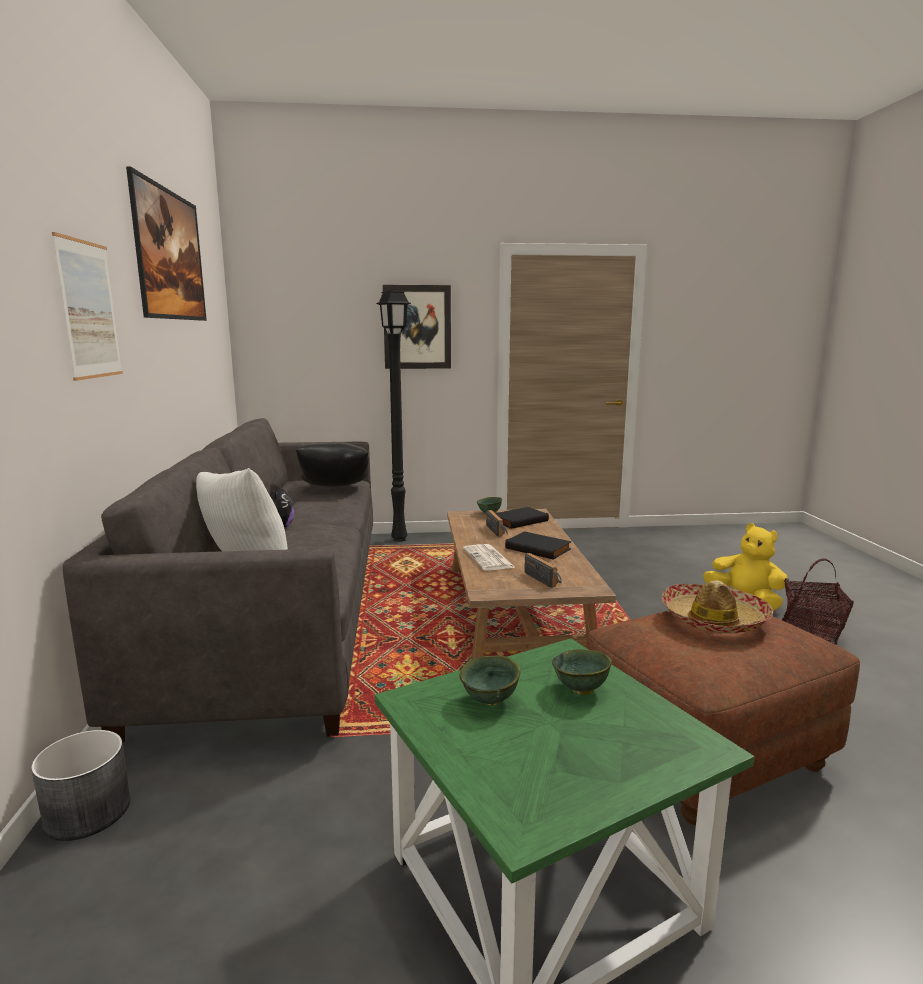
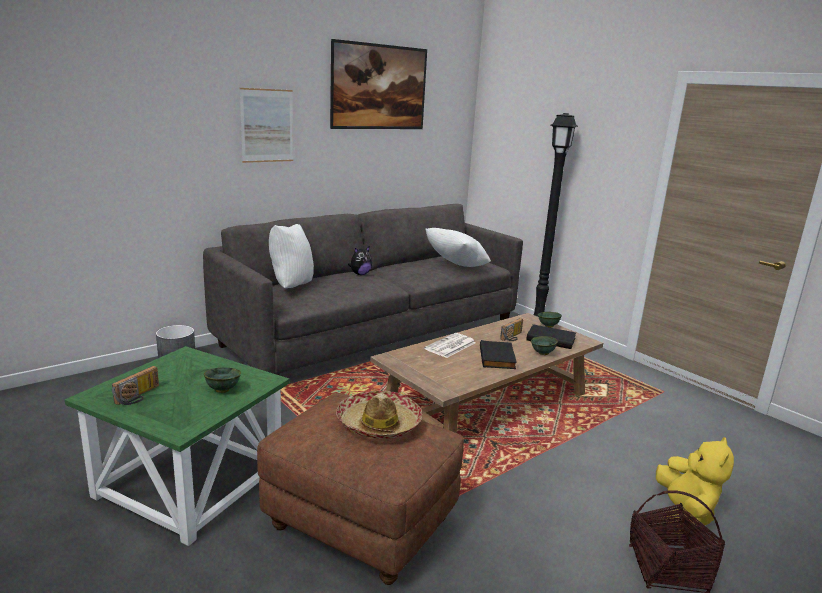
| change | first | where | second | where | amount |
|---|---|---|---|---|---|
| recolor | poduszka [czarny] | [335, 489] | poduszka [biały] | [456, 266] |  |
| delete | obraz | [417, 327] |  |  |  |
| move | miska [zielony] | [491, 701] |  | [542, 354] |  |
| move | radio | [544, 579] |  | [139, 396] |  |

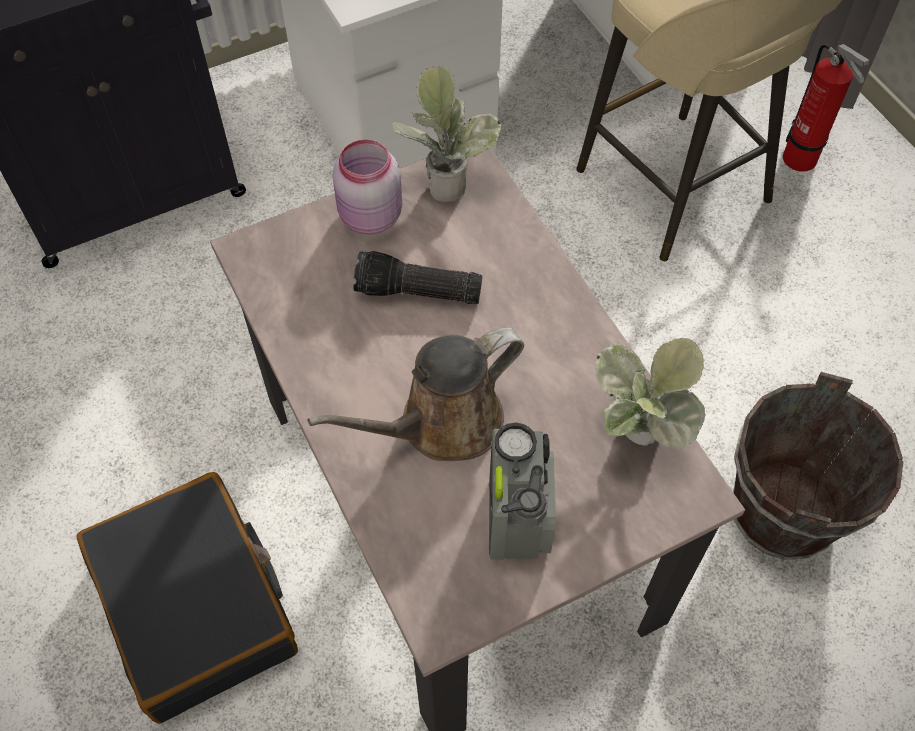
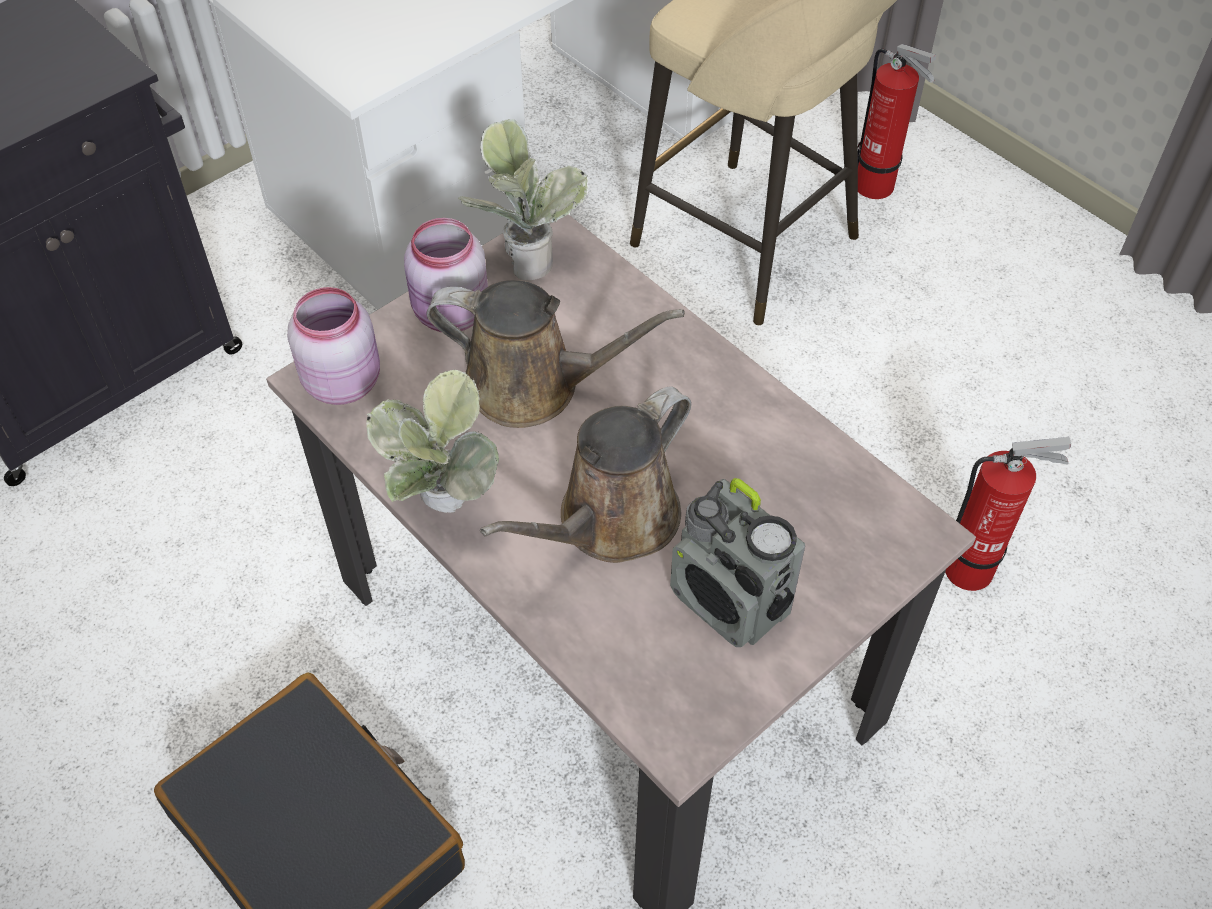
| change | first | where | second | where | amount |
|---|---|---|---|---|---|
| replace | latarka | [417, 293] | konewka [brązowy] | [533, 385] |  |
| rotate | radio | [518, 517] |  | [730, 603] | 150 degrees clockwise |
| move | roślina doniczkowa | [634, 440] |  | [443, 510] |  |
| replace | wiadro [brązowy] | [783, 513] | gaśnica | [975, 570] |  |
| insert |  |  | słoik [różowy] | [342, 380] |  |

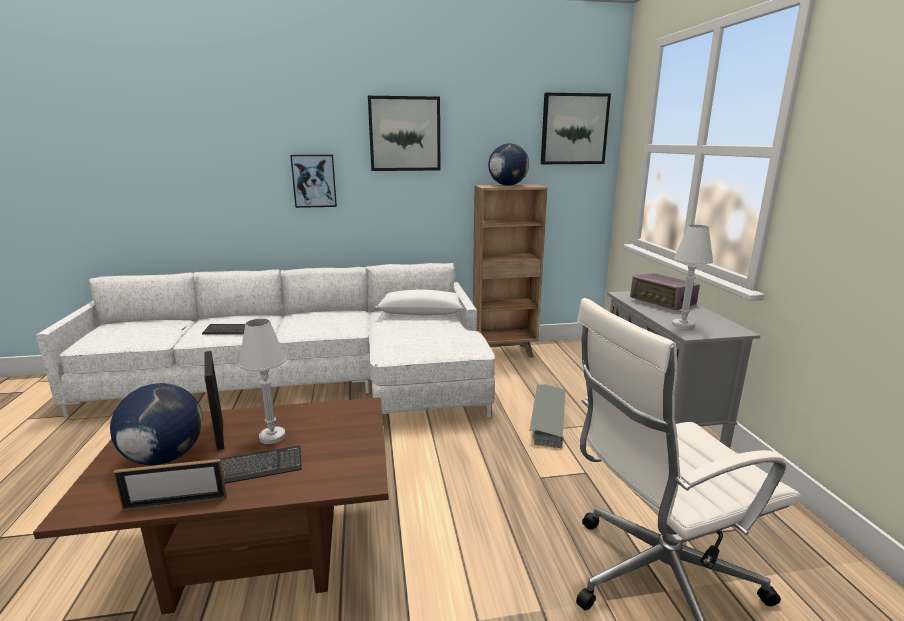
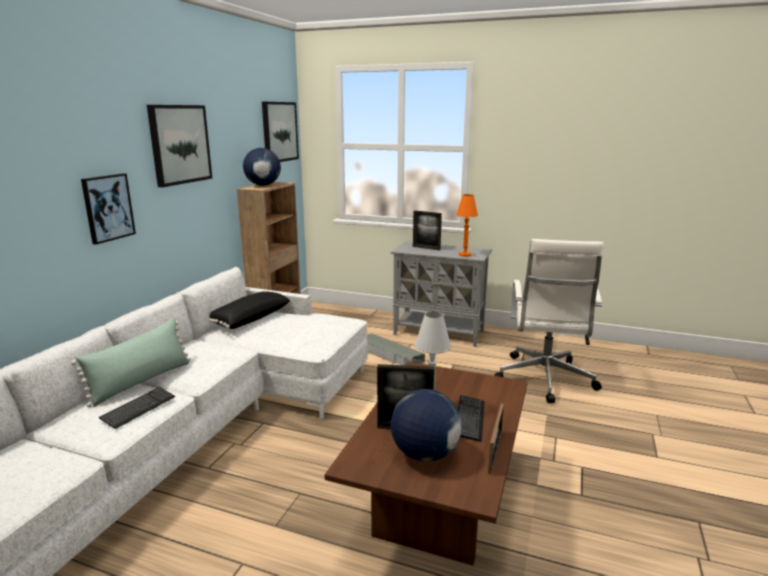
| change | first | where | second | where | amount |
|---|---|---|---|---|---|
| recolor | poduszka [biały] | [422, 313] | poduszka [czarny] | [249, 319] |  |
| replace | radio | [662, 302] | ramka na zdjęcie | [426, 248] |  |
| recolor | lampa stołowa [biały] | [683, 325] | lampa stołowa [pomarańczowy] | [465, 255] |  |
| insert |  |  | poduszka [zielony] | [141, 381] |  |

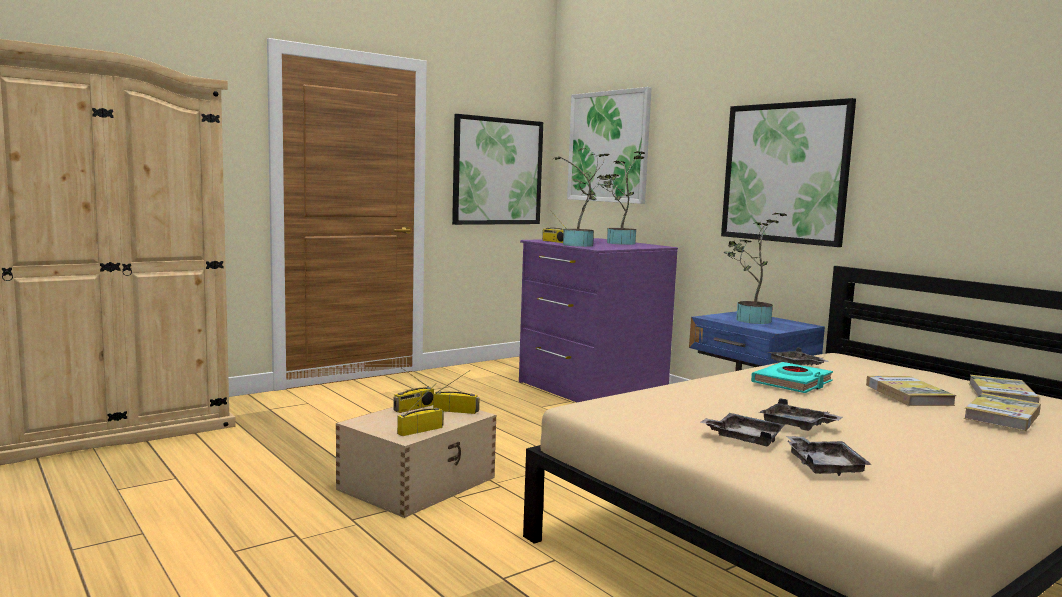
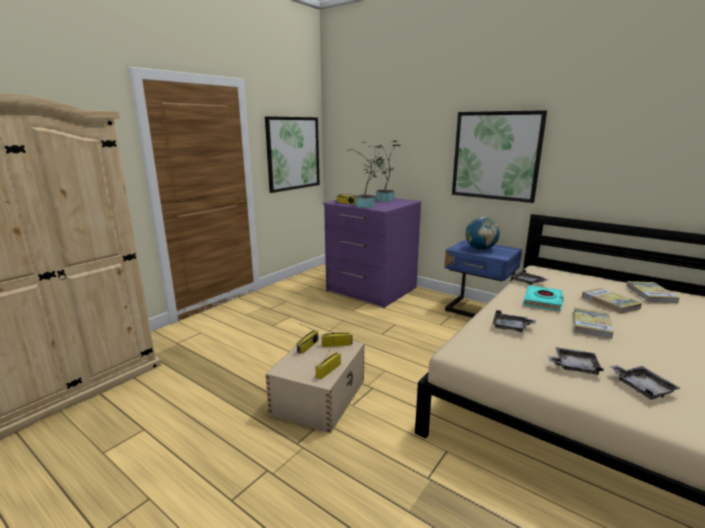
| change | first | where | second | where | amount |
|---|---|---|---|---|---|
| delete | obraz | [608, 147] |  |  |  |
| replace | roślina doniczkowa | [750, 321] | globus | [480, 249] |  |
| move | taca [szary] | [796, 426] |  | [511, 327] |  |
| move | książka | [1002, 416] |  | [591, 325] |  |

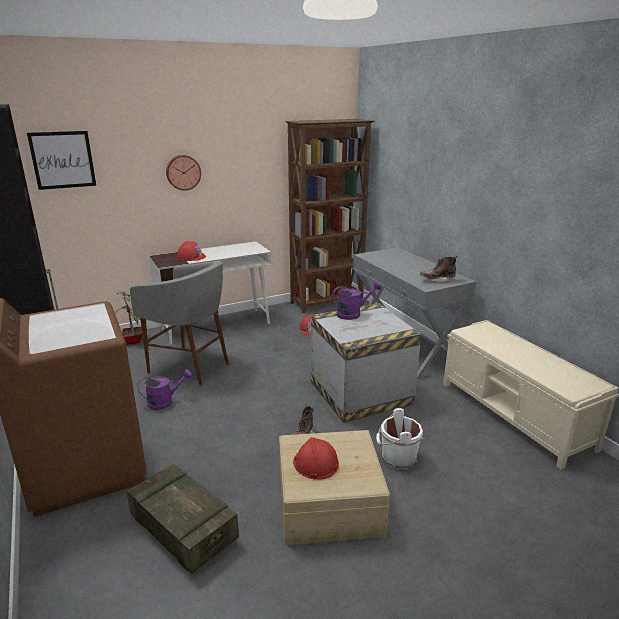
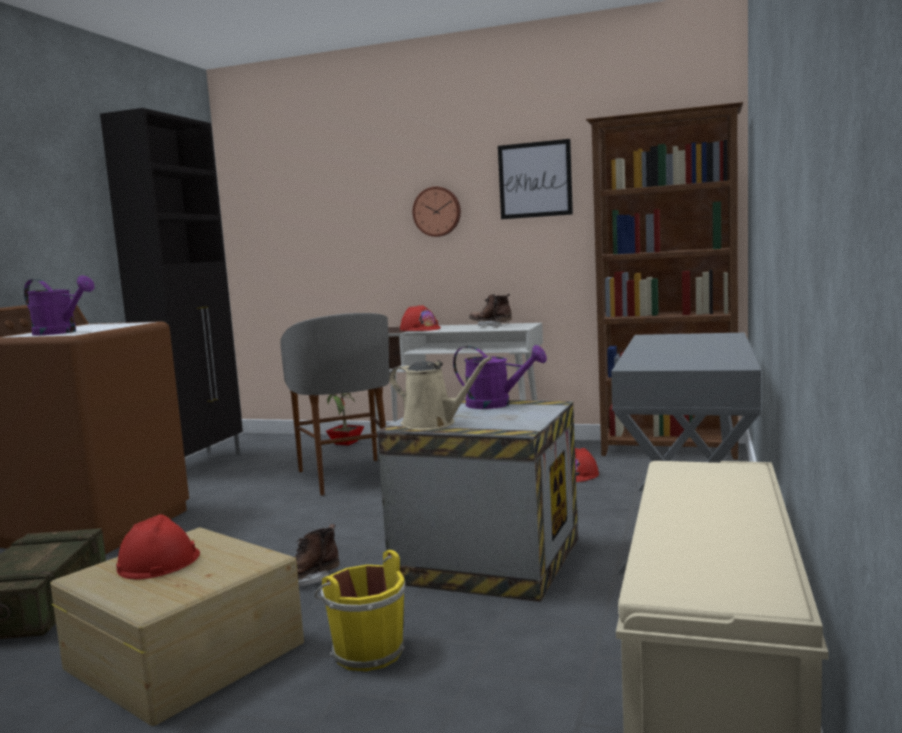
| change | first | where | second | where | amount |
|---|---|---|---|---|---|
| move | obraz | [62, 160] |  | [535, 180] |  |
| move | konewka [fioletowy] | [165, 402] |  | [61, 332] |  |
| recolor | wiadro [biały] | [397, 458] | wiadro [żółty] | [365, 652] |  |
| move | but z cholewką [brązowy] | [437, 280] |  | [490, 326] |  |
| insert |  |  | konewka [beżowy] | [433, 424] |  |

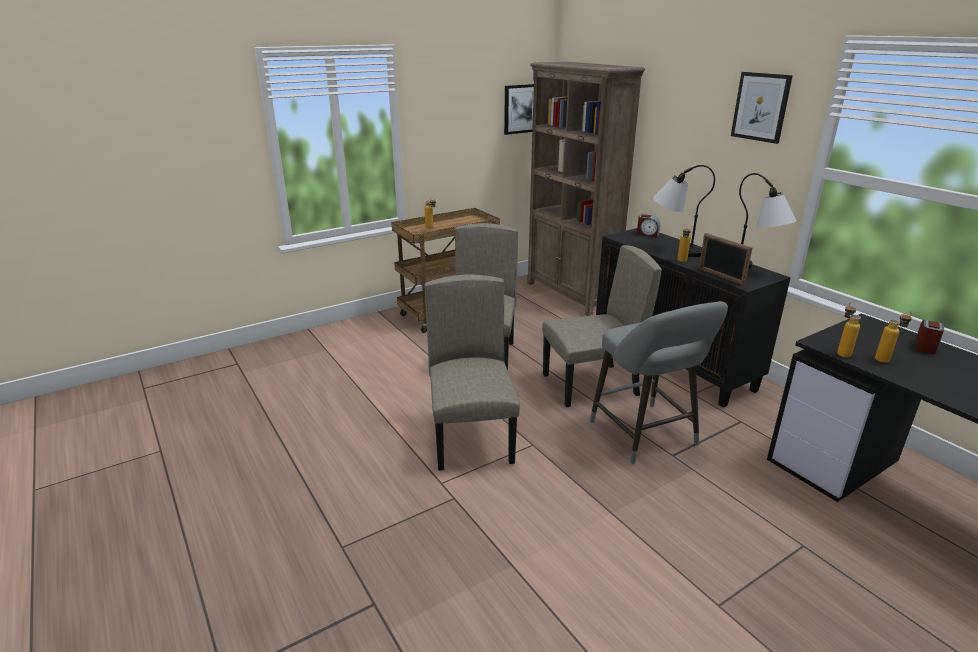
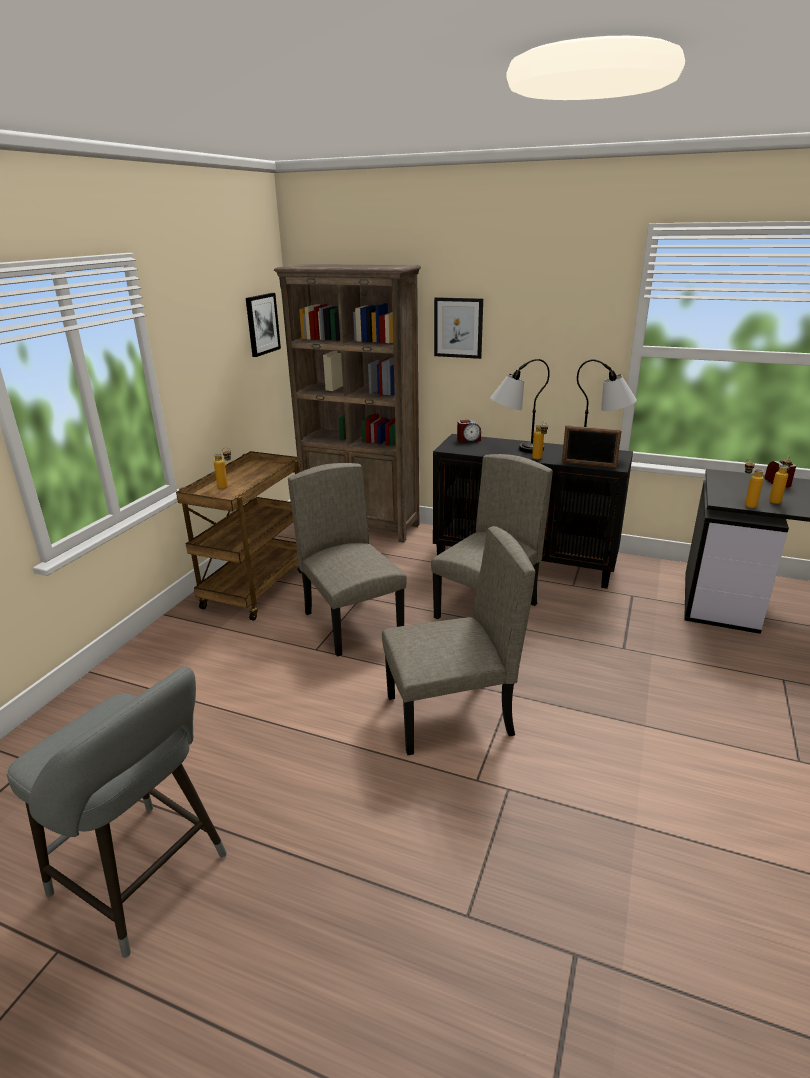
| change | first | where | second | where | amount |
|---|---|---|---|---|---|
| rotate | krzesło [beżowy] | [472, 439] |  | [449, 716] | 120 degrees clockwise |
| move | stołek [szary] | [646, 436] |  | [146, 879] |  |
| move | obraz | [760, 107] |  | [458, 327] |  |

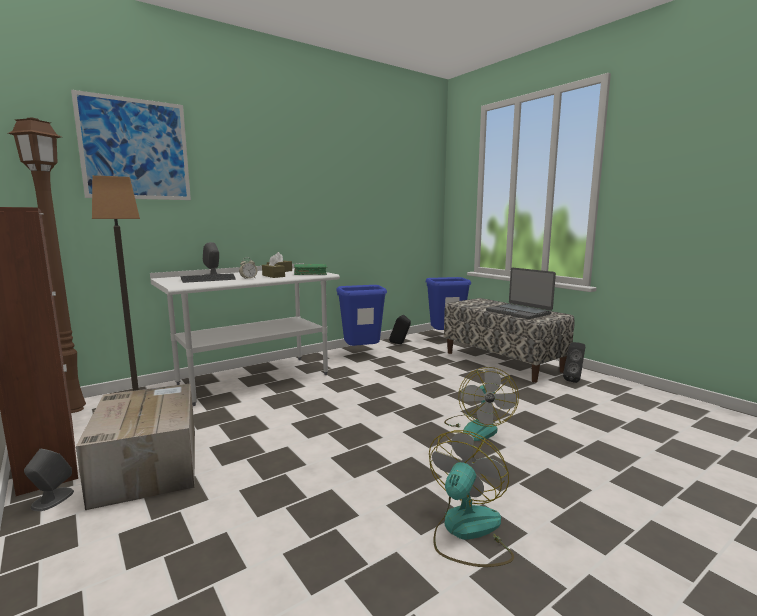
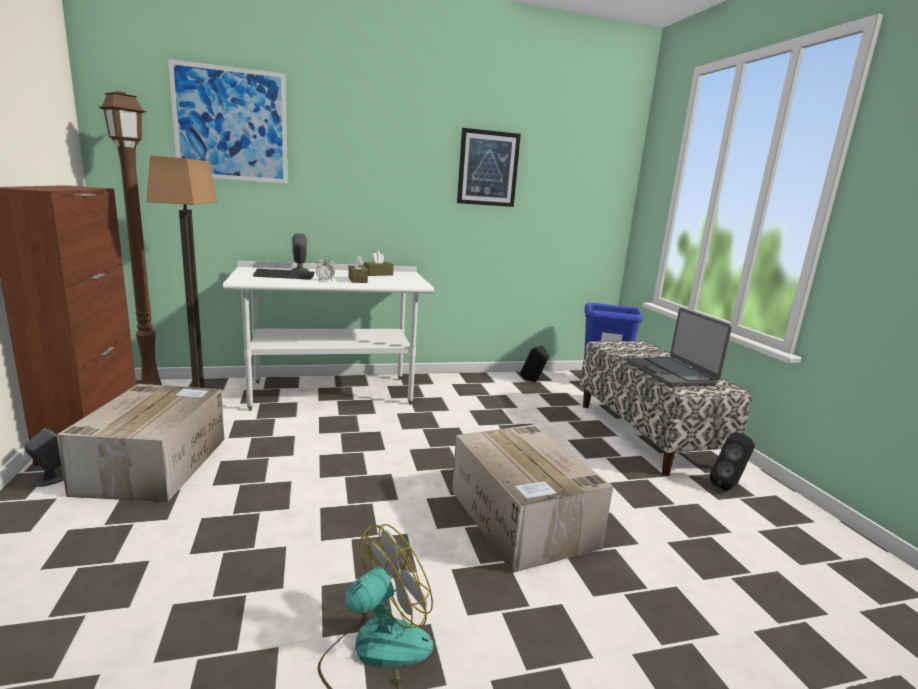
| change | first | where | second | where | amount |
|---|---|---|---|---|---|
| delete | książka [zielony] | [310, 273] |  |  |  |
| delete | kosz na śmieci [niebieski] | [362, 353] |  |  |  |
| replace | wentylator | [477, 427] | karton | [523, 519] |  |
| insert |  |  | obraz | [488, 168] |  |

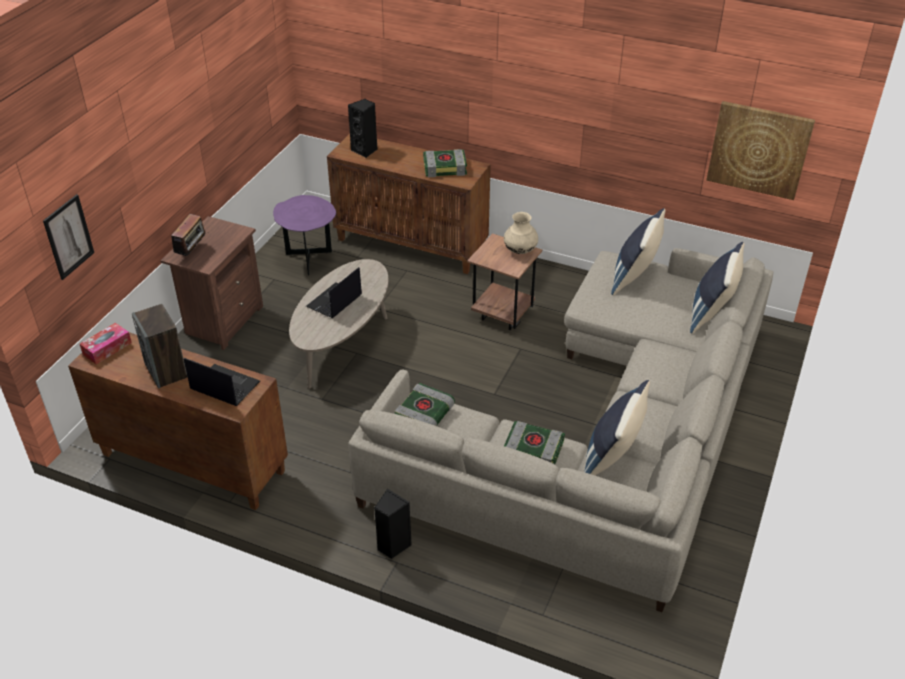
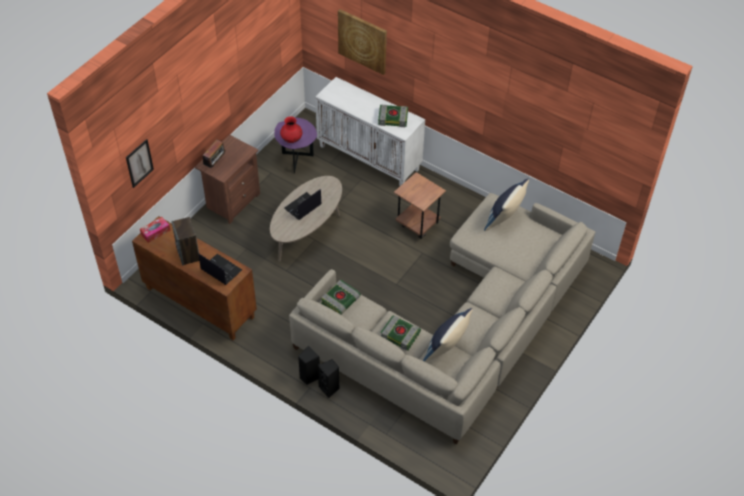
| change | first | where | second | where | amount |
|---|---|---|---|---|---|
| recolor | szafka [brązowy] | [412, 245] | szafka [biały] | [370, 158] |  |
| move | głośnik [czarny] | [365, 151] |  | [329, 389] |  |
| delete | wazon [beżowy] | [520, 251] |  |  |  |
| delete | poduszka [niebieski] | [711, 314] |  |  |  |
| move | obraz | [759, 149] |  | [362, 41] |  |
| insert |  |  | wazon [czerwony] | [291, 139] |  |

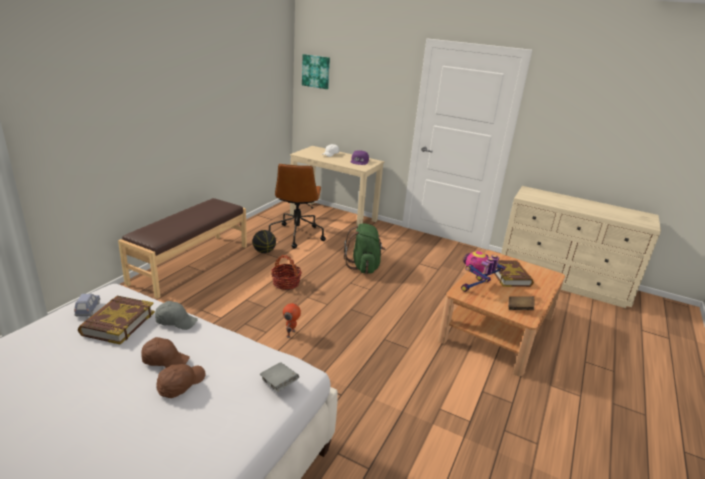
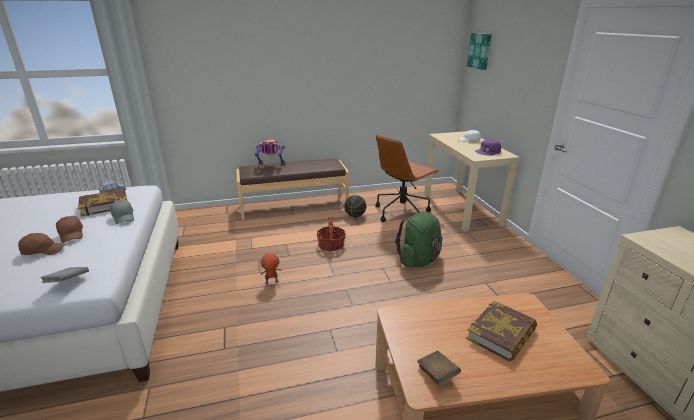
| change | first | where | second | where | amount |
|---|---|---|---|---|---|
| move | robot zabawkowy | [477, 287] |  | [271, 166] |  |

